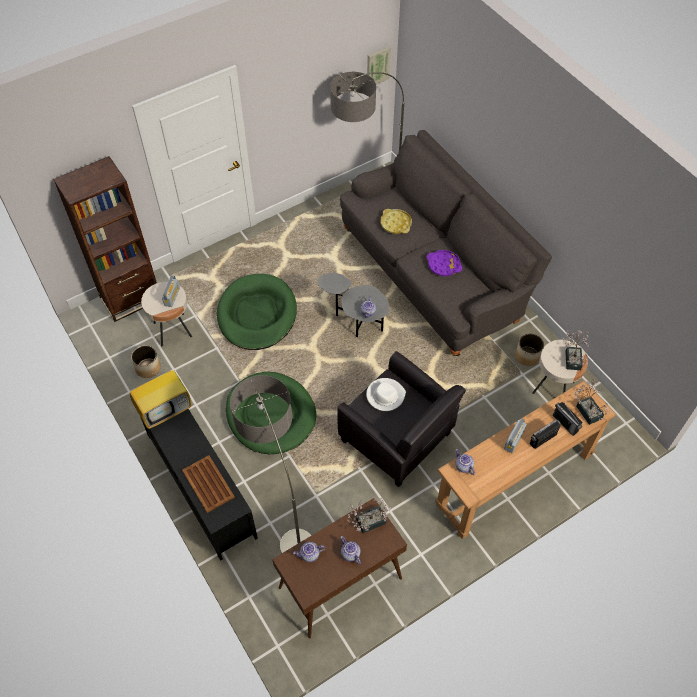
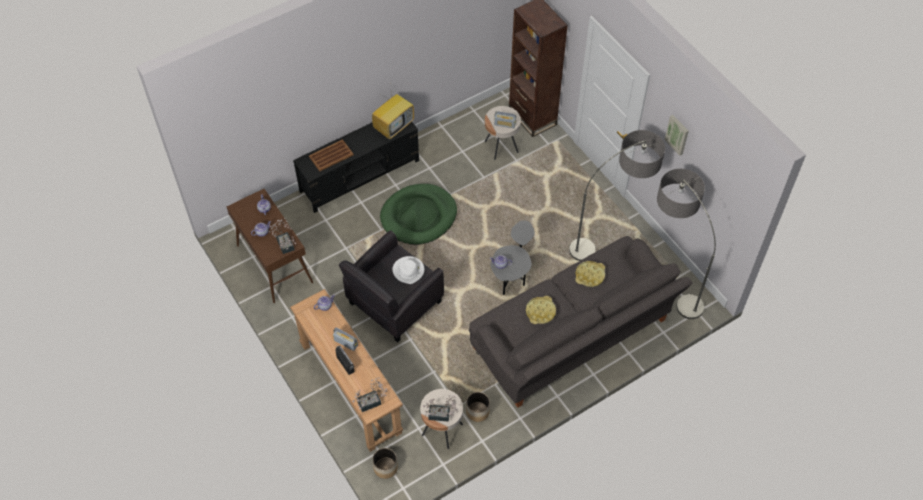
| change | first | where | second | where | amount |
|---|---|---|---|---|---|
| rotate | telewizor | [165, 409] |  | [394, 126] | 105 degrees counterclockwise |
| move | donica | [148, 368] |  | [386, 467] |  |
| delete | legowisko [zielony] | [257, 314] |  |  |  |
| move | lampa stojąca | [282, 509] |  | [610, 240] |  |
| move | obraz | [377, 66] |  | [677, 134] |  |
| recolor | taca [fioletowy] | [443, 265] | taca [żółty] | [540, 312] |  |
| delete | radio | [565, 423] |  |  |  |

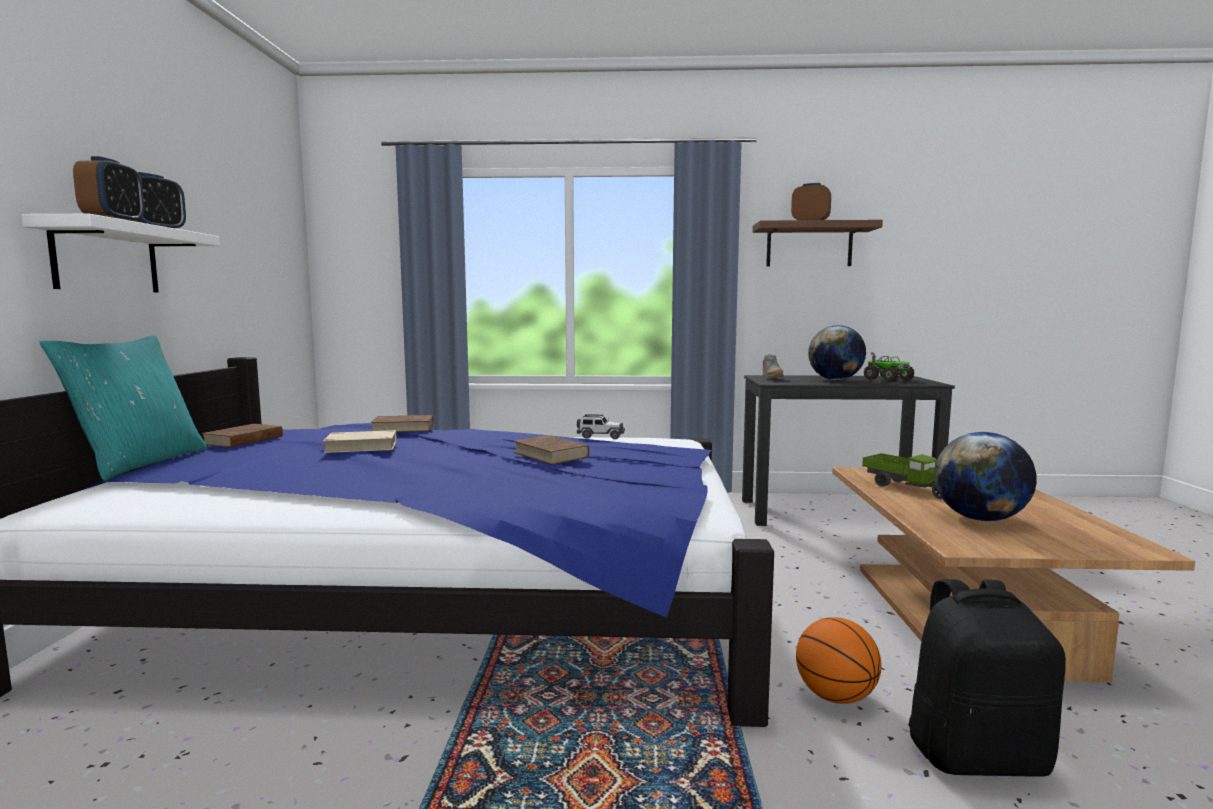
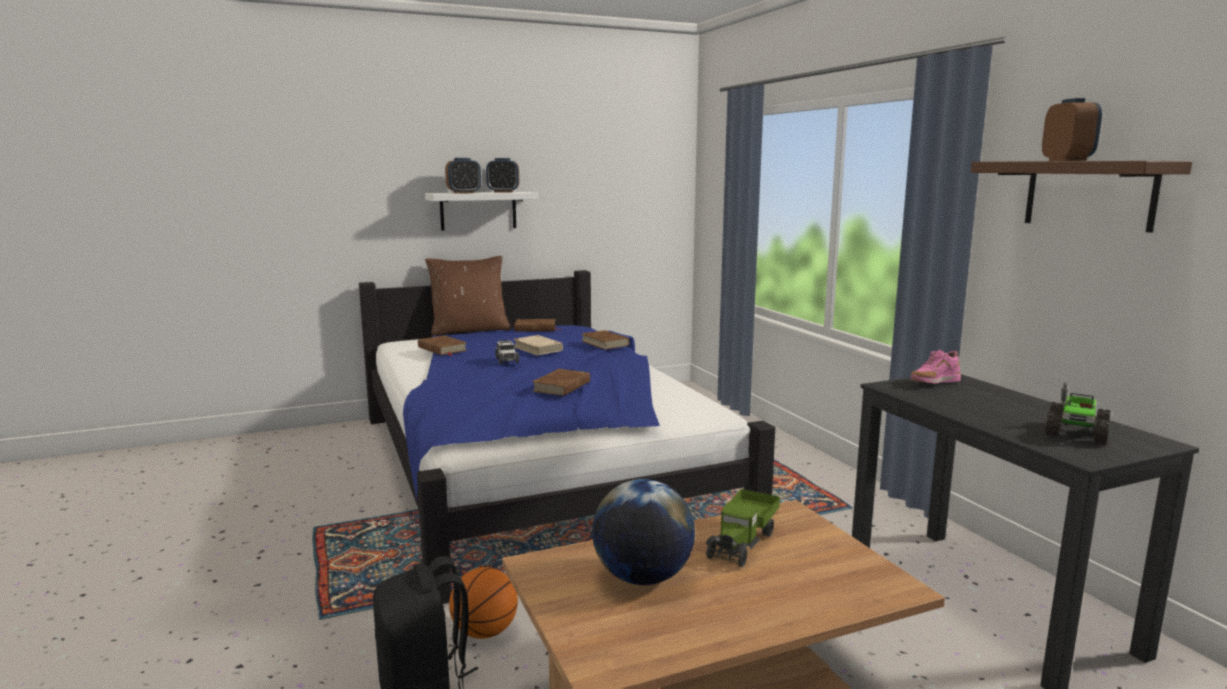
| change | first | where | second | where | amount |
|---|---|---|---|---|---|
| recolor | poduszka [turkusowy] | [139, 463] | poduszka [brązowy] | [469, 330] |  |
| move | samochodzik | [600, 436] |  | [506, 360] |  |
| recolor | but [szary] | [771, 378] | but [różowy] | [933, 383] |  |
| delete | globus | [835, 380] |  |  |  |
| insert |  |  | książka [brązowy] | [442, 349] |  |

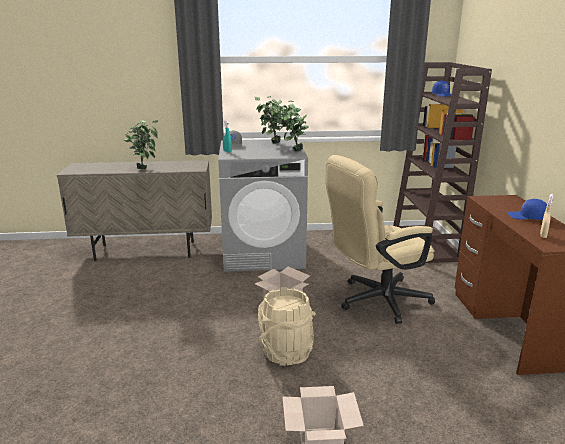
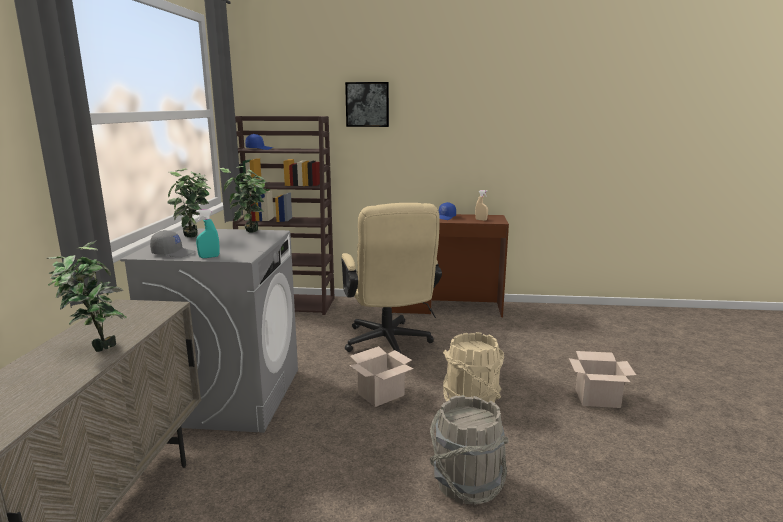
| change | first | where | second | where | amount |
|---|---|---|---|---|---|
| insert |  |  | obraz | [367, 104] |  |
| insert |  |  | wiadro [szary] | [466, 484] |  |

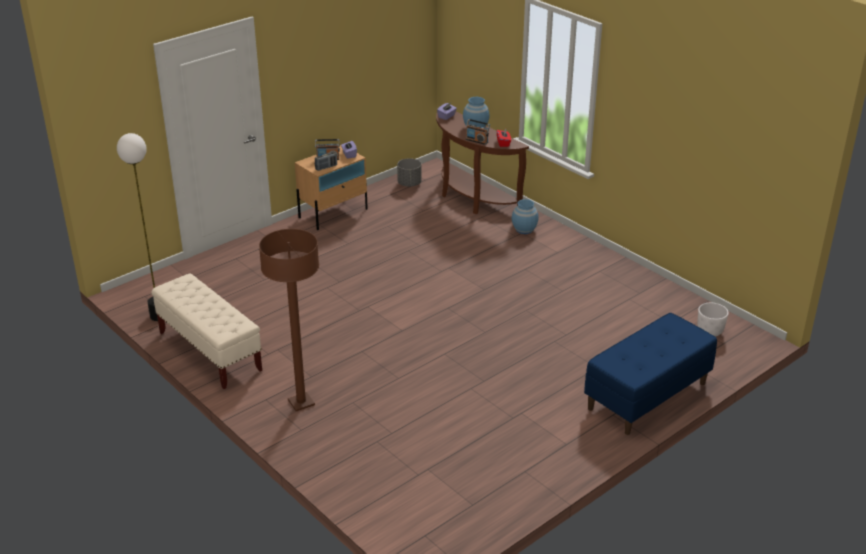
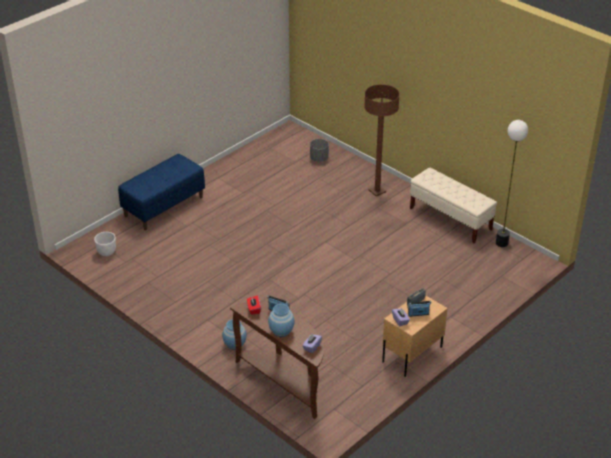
| change | first | where | second | where | amount |
|---|---|---|---|---|---|
| move | donica [szary] | [409, 184] |  | [319, 158] |  |

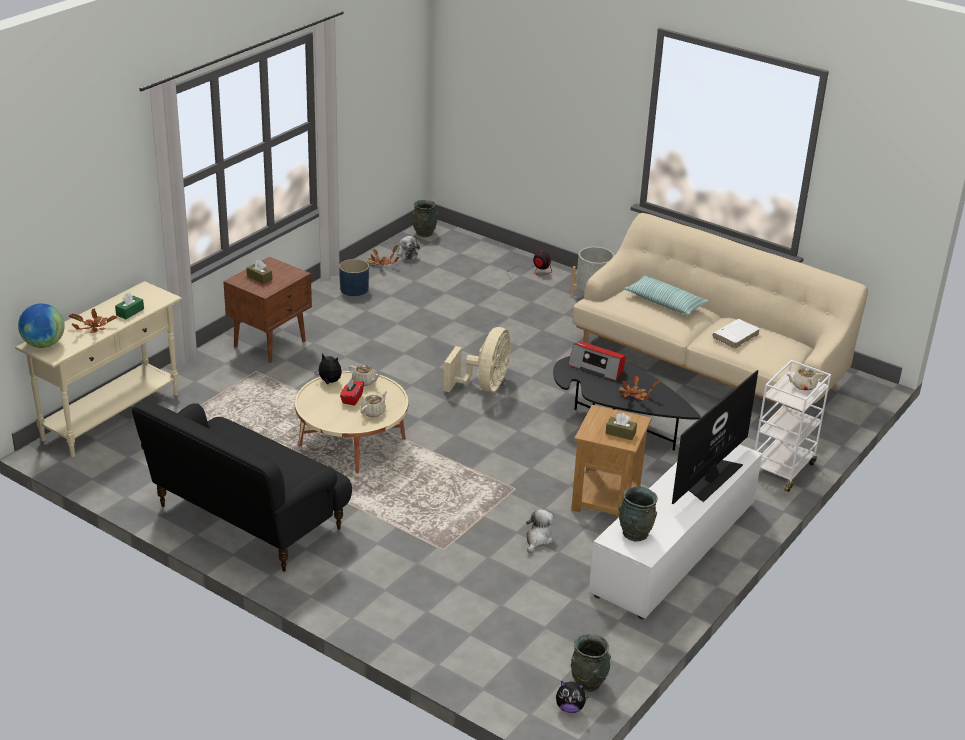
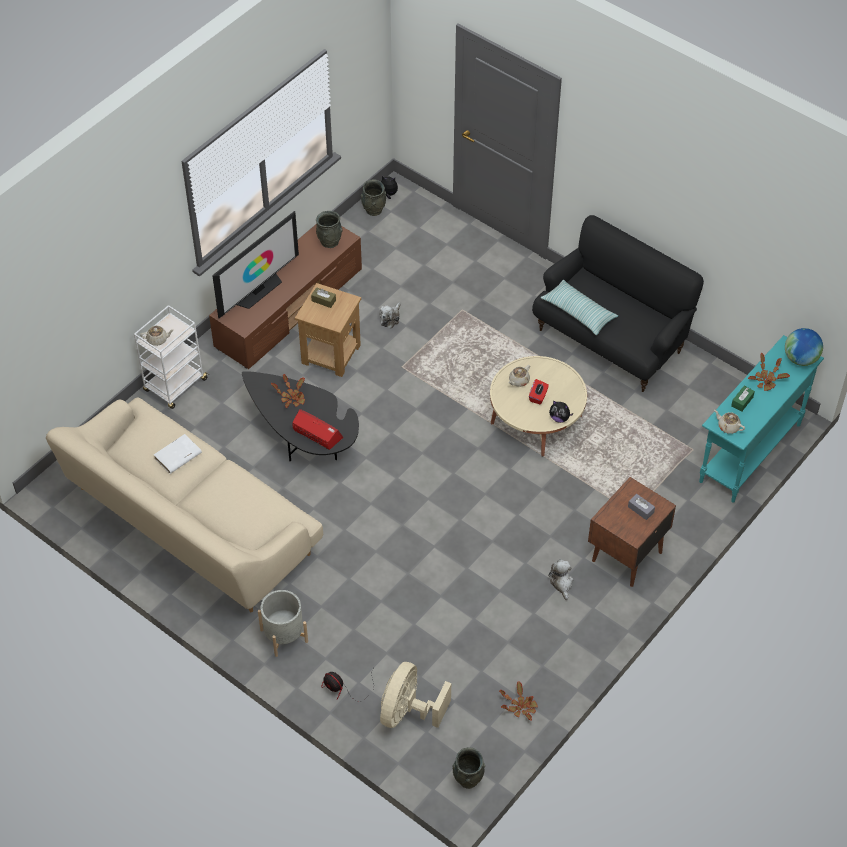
| change | first | where | second | where | amount |
|---|---|---|---|---|---|
| recolor | stolik konsolowy [beżowy] | [112, 416] | stolik konsolowy [turkusowy] | [749, 453] |  |
| recolor | pudełko chusteczek [brązowy] | [259, 278] | pudełko chusteczek [szary] | [640, 509] |  |
| delete | donica [niebieski] | [354, 289] |  |  |  |
| move | imbryk [beżowy] | [364, 382] |  | [728, 426] |  |
| move | pluszak | [407, 253] |  | [561, 583] |  |
| move | wentylator [beżowy] | [484, 386] |  | [408, 712] |  |
| recolor | szafka pod telewizor [biały] | [674, 549] | szafka pod telewizor [brązowy] | [289, 308] |  |
| move | poduszka | [665, 302] |  | [578, 312] |  |

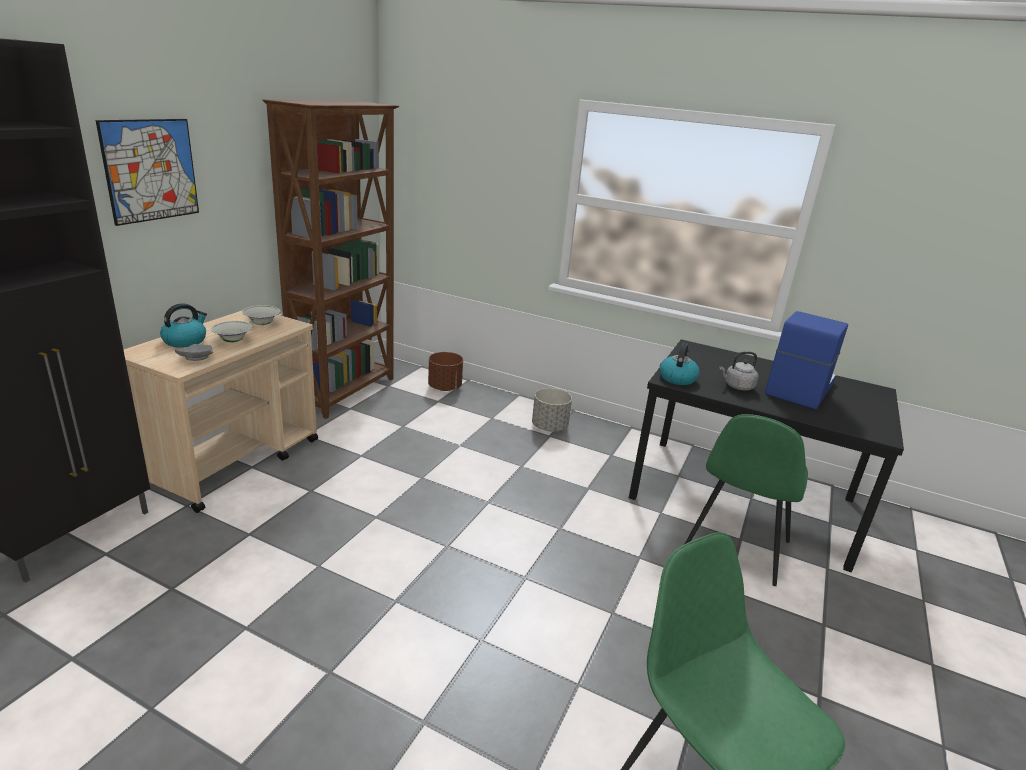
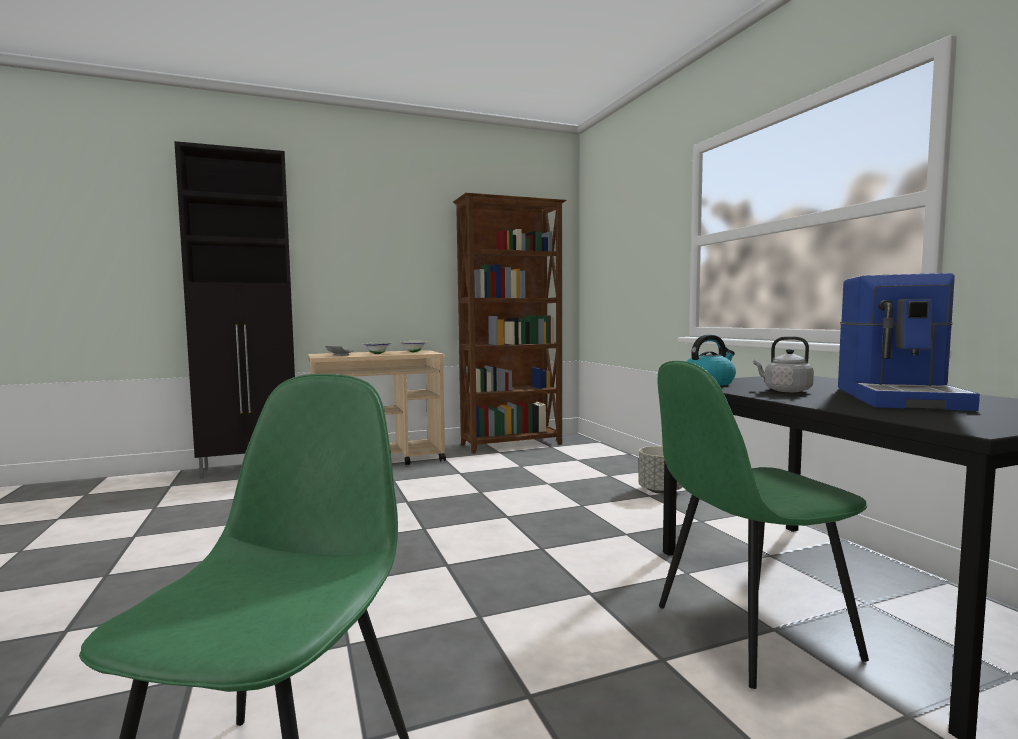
| change | first | where | second | where | amount |
|---|---|---|---|---|---|
| delete | obraz | [151, 170] |  |  |  |
| delete | czajnik | [185, 341] |  |  |  |
| delete | donica [brązowy] | [445, 387] |  |  |  |
| rotate | ekspres do kawy | [798, 388] |  | [900, 398] | 120 degrees clockwise |

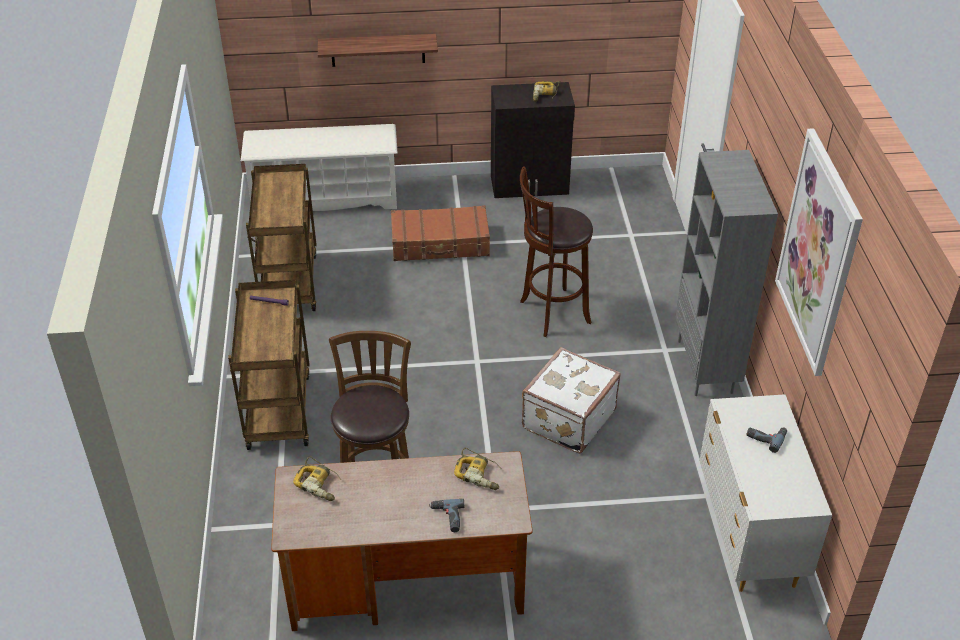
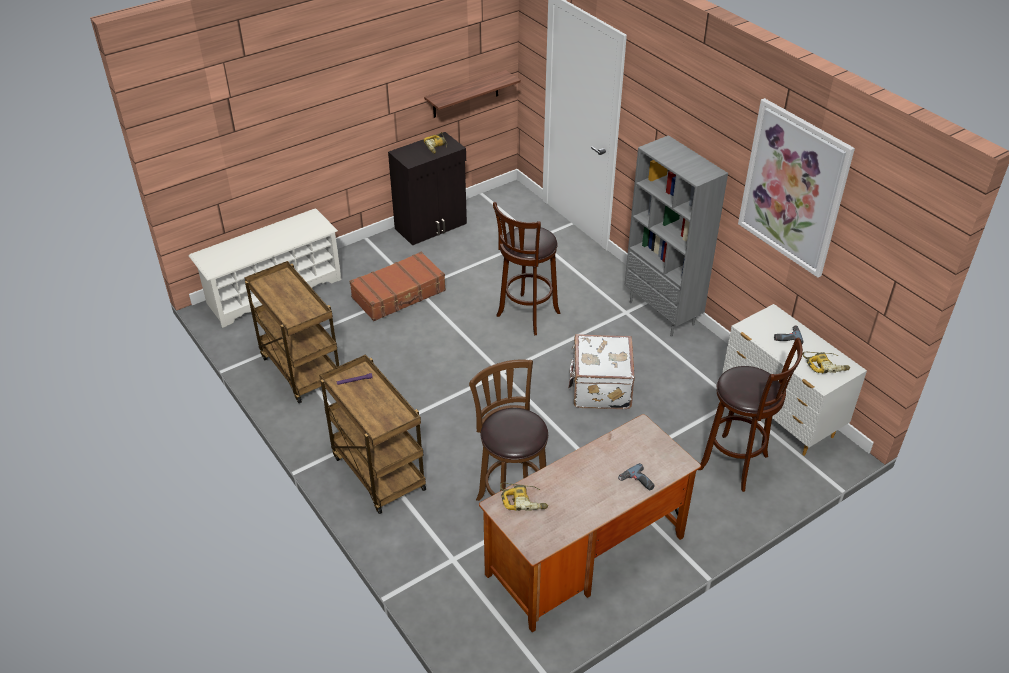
| change | first | where | second | where | amount |
|---|---|---|---|---|---|
| move | półka | [378, 50] |  | [465, 94] |  |
| move | wiertarka | [479, 474] |  | [825, 365] |  |
| insert |  |  | stołek [brązowy] | [737, 464] |  |

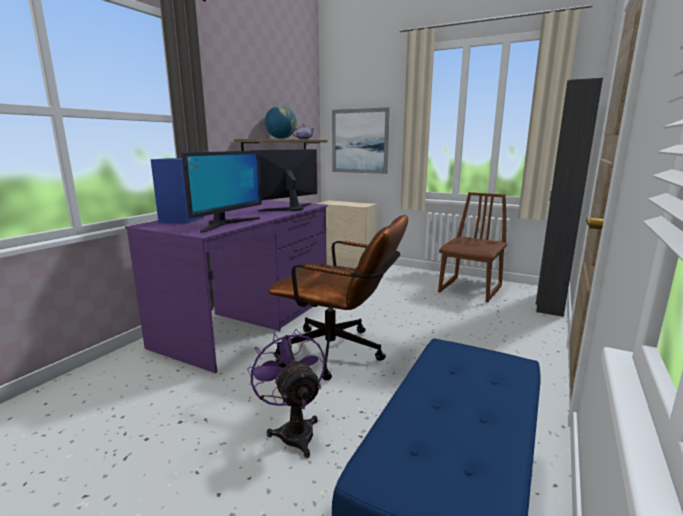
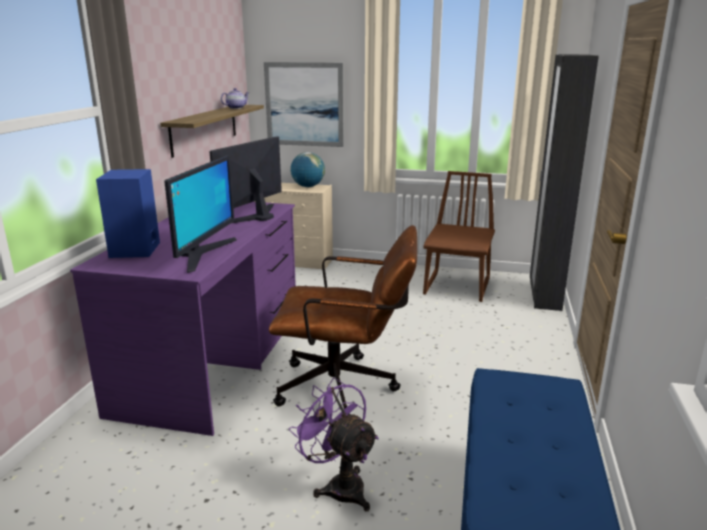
| change | first | where | second | where | amount |
|---|---|---|---|---|---|
| move | globus | [281, 139] |  | [308, 186] |  |

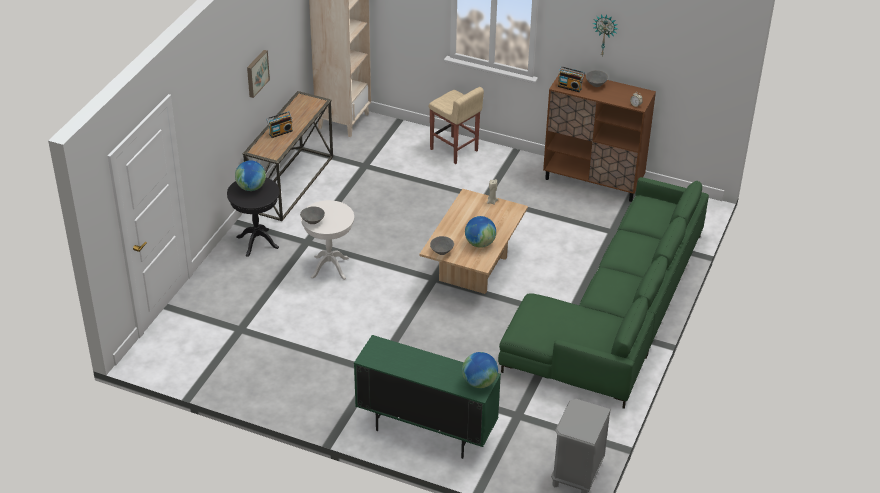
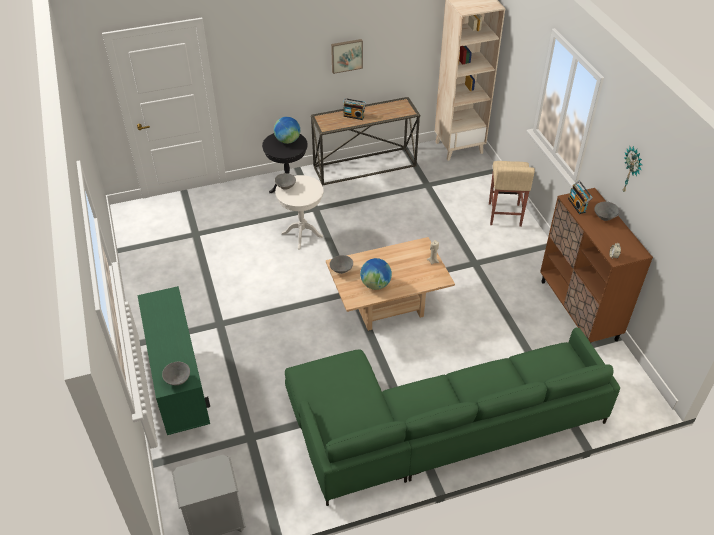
| change | first | where | second | where | amount |
|---|---|---|---|---|---|
| replace | globus | [479, 382] | miska [szary] | [178, 380] |  |

